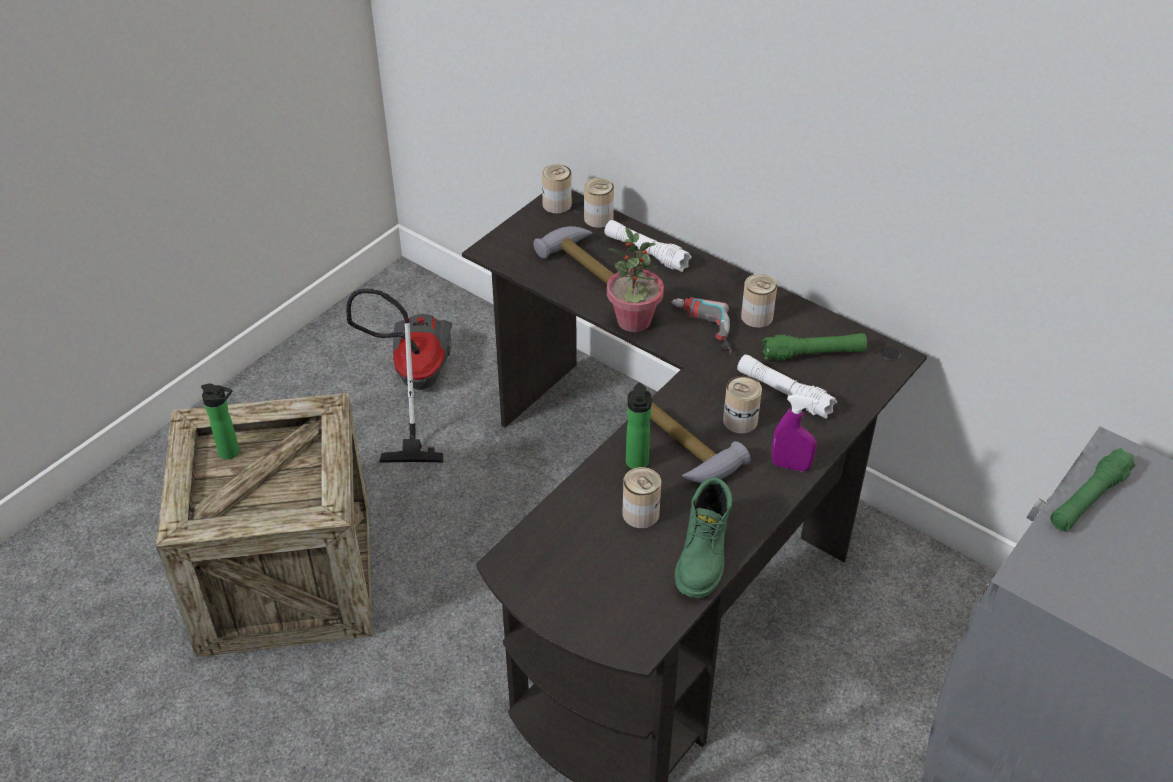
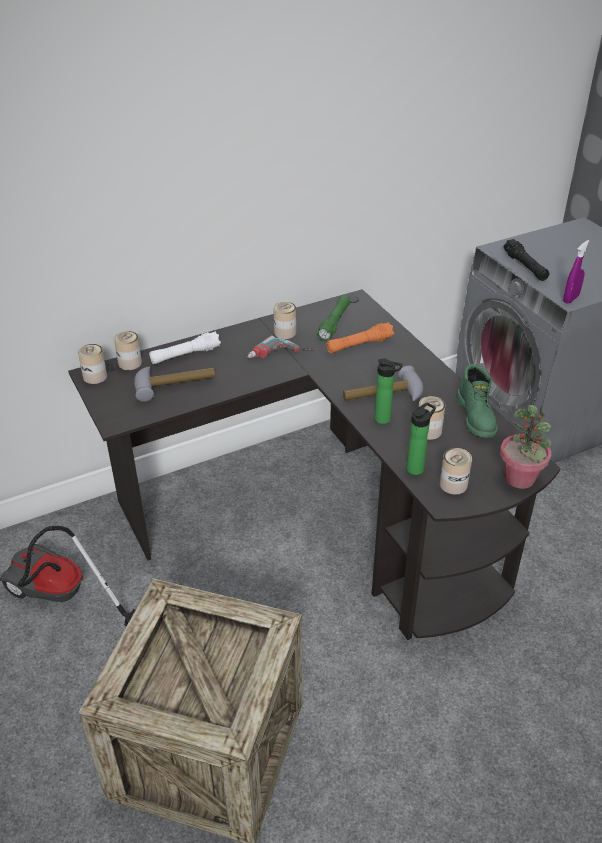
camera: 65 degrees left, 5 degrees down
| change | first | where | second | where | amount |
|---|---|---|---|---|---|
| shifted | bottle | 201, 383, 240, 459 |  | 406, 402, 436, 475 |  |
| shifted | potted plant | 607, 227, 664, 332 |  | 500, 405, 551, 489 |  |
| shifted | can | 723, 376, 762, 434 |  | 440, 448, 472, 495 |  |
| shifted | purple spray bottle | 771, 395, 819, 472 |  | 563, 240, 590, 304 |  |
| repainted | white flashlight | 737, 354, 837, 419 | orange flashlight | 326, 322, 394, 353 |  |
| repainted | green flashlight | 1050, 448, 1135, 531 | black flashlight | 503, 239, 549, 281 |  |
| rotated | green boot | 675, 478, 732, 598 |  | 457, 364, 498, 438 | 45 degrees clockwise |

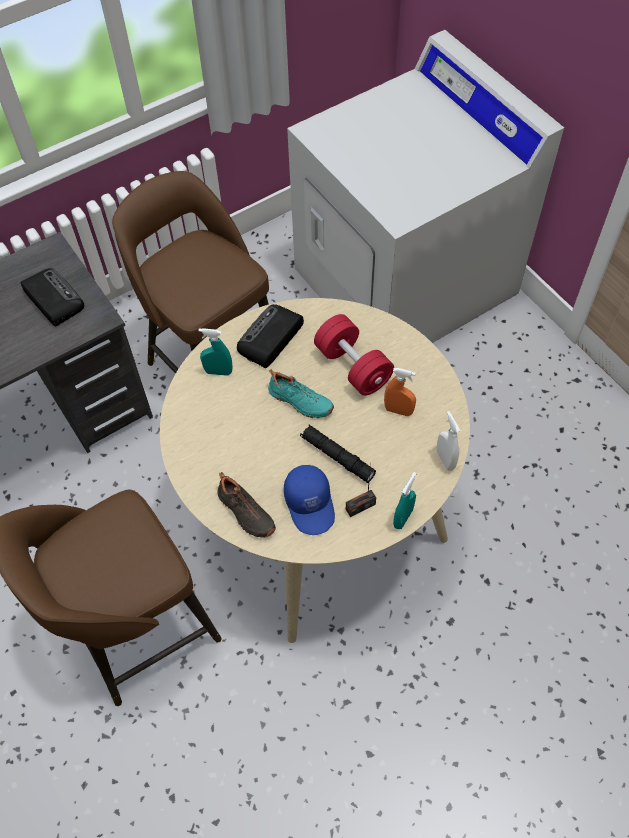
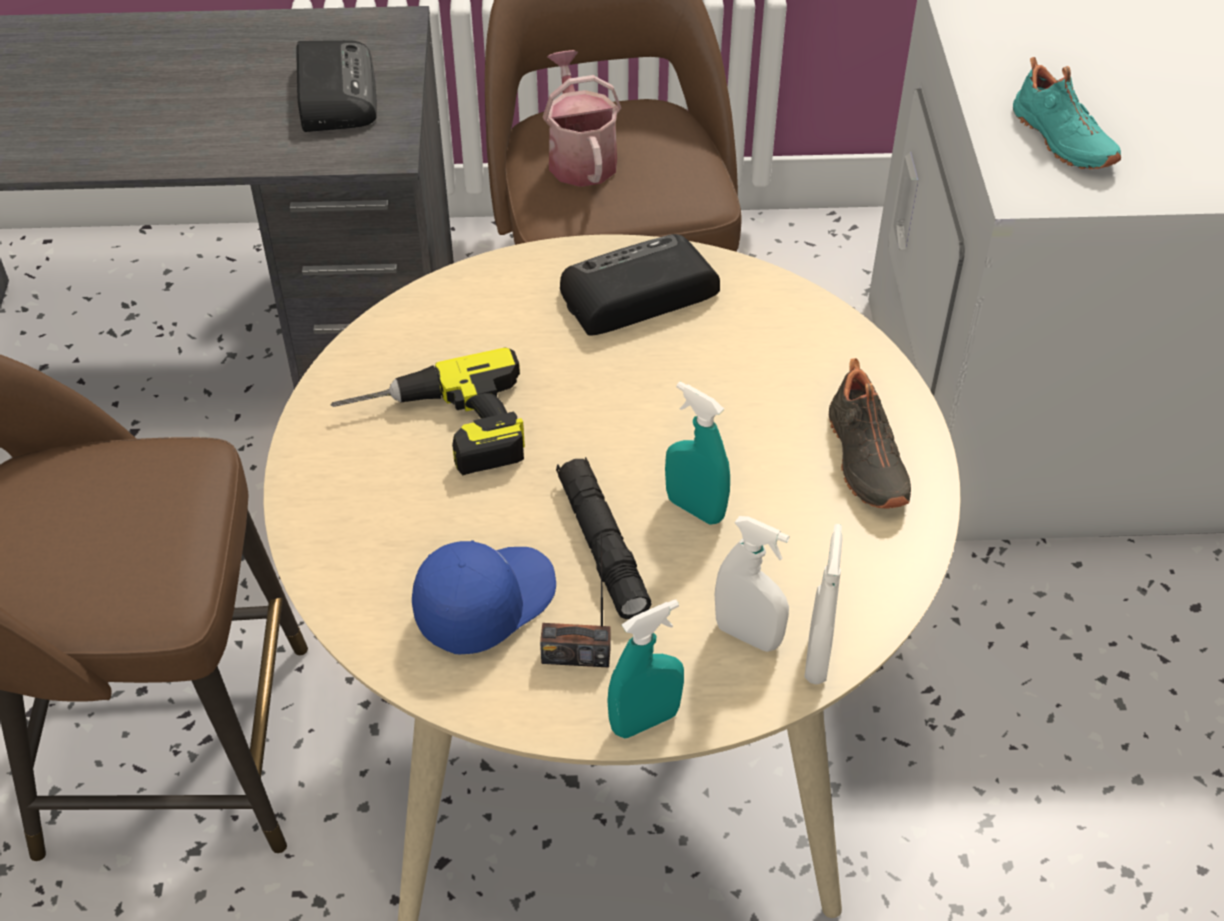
camera: 30 degrees right, 10 degrees down
| change | first | where | second | where | amount |
|---|---|---|---|---|---|
| gone | red dumbbell | 314, 314, 394, 396 |  |  |  |
| gone | orange spray bottle | 384, 368, 416, 416 |  |  |  |
| new |  |  | power drill | 331, 347, 525, 475 |  |
| new |  |  | watering can | 543, 50, 621, 187 |  |
| new |  |  | white spray bottle | 715, 516, 790, 652 |  |
| shifted | turquoise spray bottle | 198, 328, 233, 376 |  | 665, 381, 730, 525 |  |
| shifted | black shoe | 217, 472, 276, 538 |  | 829, 358, 911, 509 |  |
| shifted | turquoise shoe | 268, 369, 334, 418 |  | 1013, 57, 1121, 169 |  |
| rotated | blue cap | 284, 465, 335, 535 |  | 412, 540, 556, 654 | 150 degrees counterclockwise |

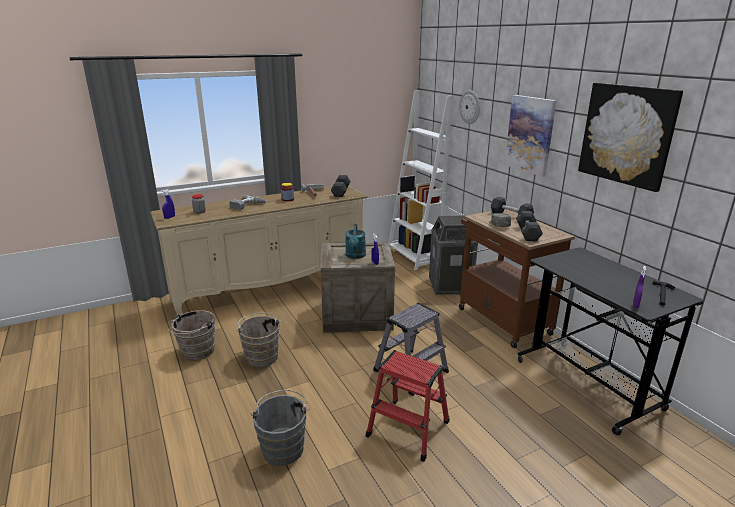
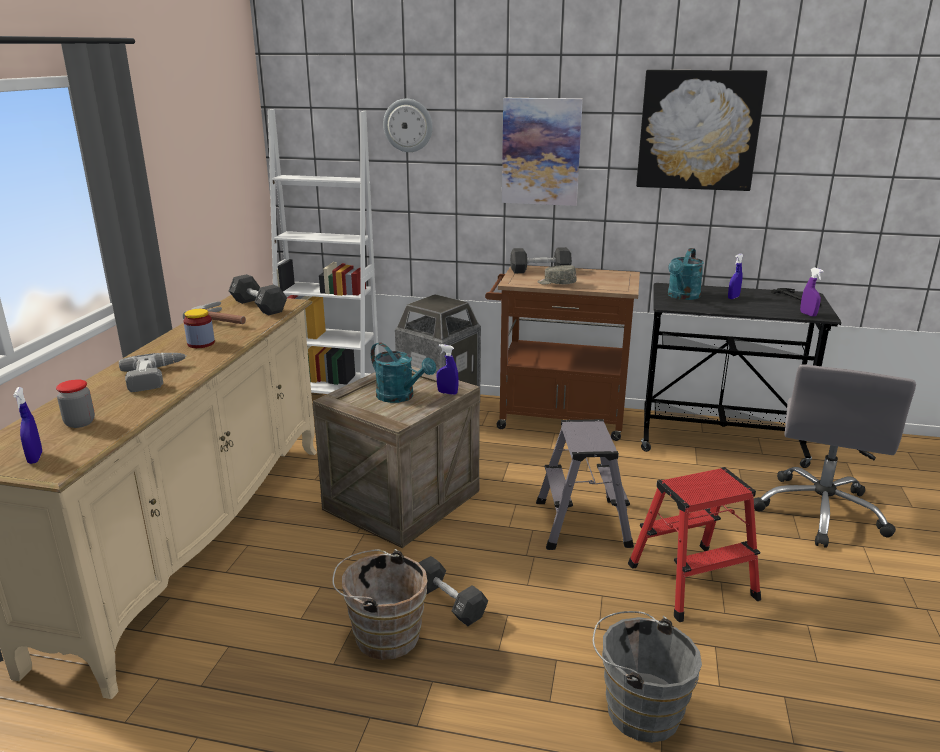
camera: 50 degrees left, 0 degrees up
| change | first | where | second | where | amount |
|---|---|---|---|---|---|
| gone | brown bucket | 167, 310, 215, 360 |  |  |  |
| new |  |  | turquoise watering can | 668, 248, 704, 300 |  |
| new |  |  | blue spray bottle | 728, 254, 744, 299 |  |
| new |  |  | grey office chair | 754, 364, 916, 548 |  |
| shifted | black dumbbell | 516, 211, 543, 241 |  | 419, 556, 488, 626 |  |

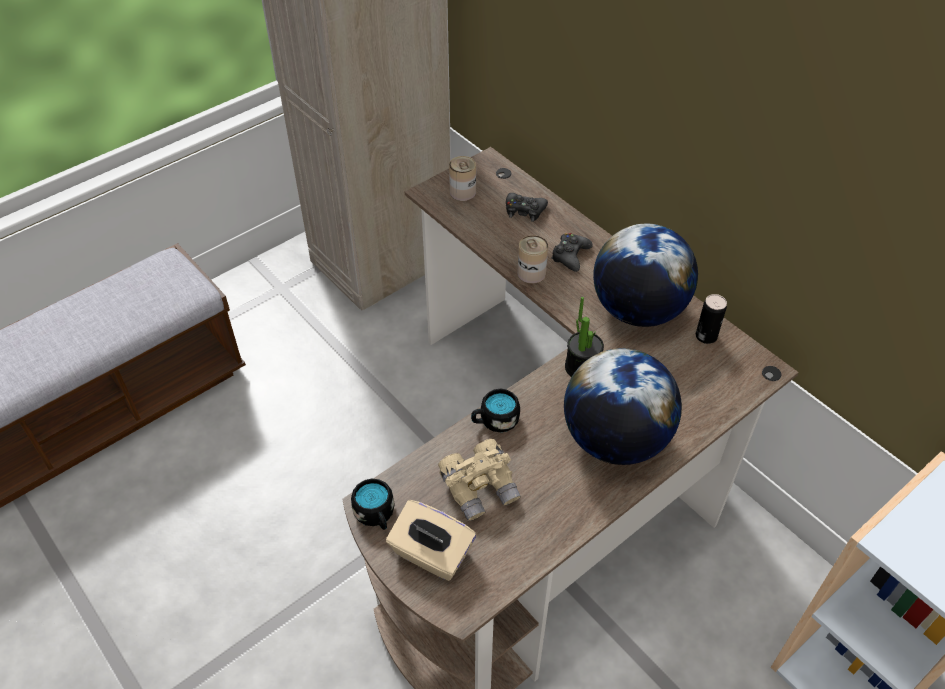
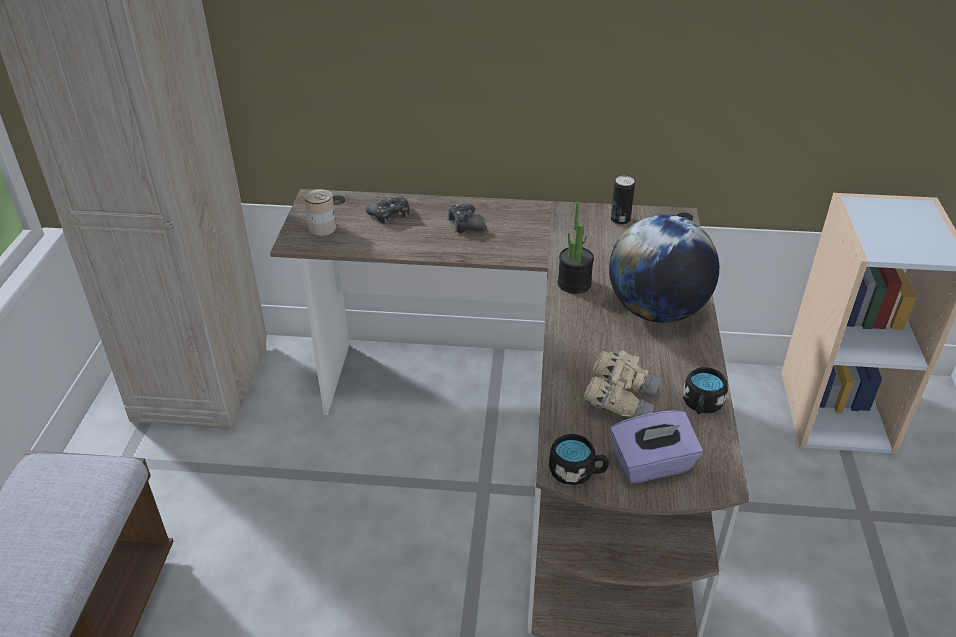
camera: 45 degrees left, 10 degrees down
| change | first | where | second | where | amount |
|---|---|---|---|---|---|
| gone | can | 517, 235, 548, 284 |  |  |  |
| gone | globe | 593, 224, 698, 327 |  |  |  |
| shifted | black mug | 471, 389, 520, 432 |  | 683, 367, 728, 414 |  |
| repainted | beige tissue box | 386, 500, 476, 581 | purple tissue box | 610, 410, 703, 483 |  |

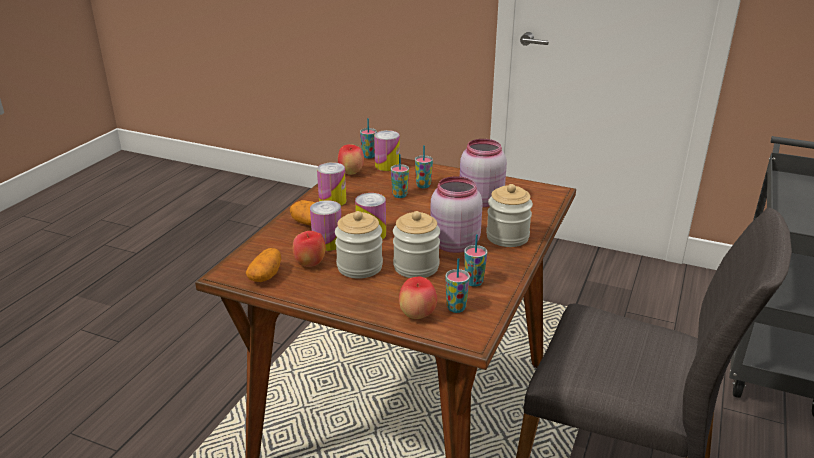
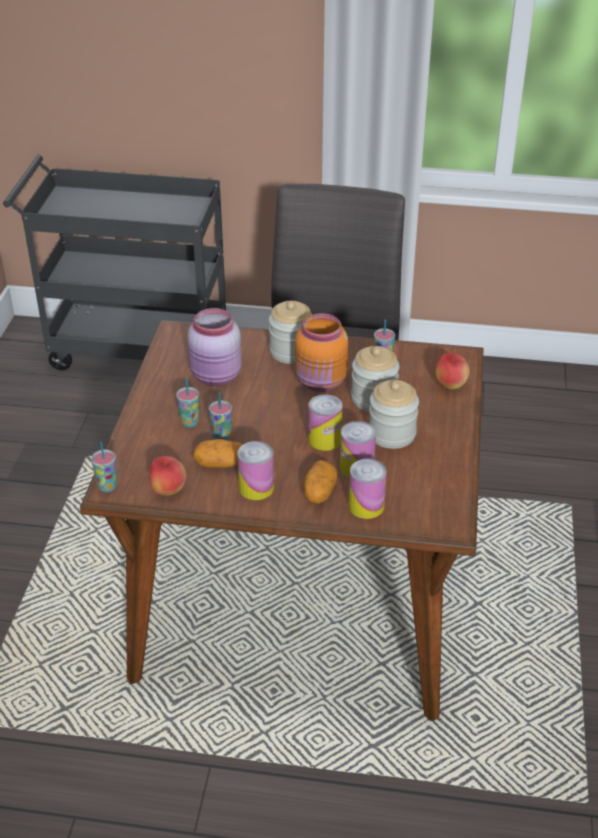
camera: 105 degrees left, 10 degrees up
| change | first | where | second | where | amount |
|---|---|---|---|---|---|
| gone | apple | 293, 231, 325, 267 |  |  |  |
| gone | cup | 445, 258, 470, 313 |  |  |  |
| shifted | potato | 246, 248, 281, 282 |  | 193, 439, 243, 468 |  |
| shifted | can | 374, 130, 400, 171 |  | 348, 459, 387, 519 |  |
| repainted | pink jar | 430, 176, 483, 253 | orange jar | 295, 313, 348, 392 |  |

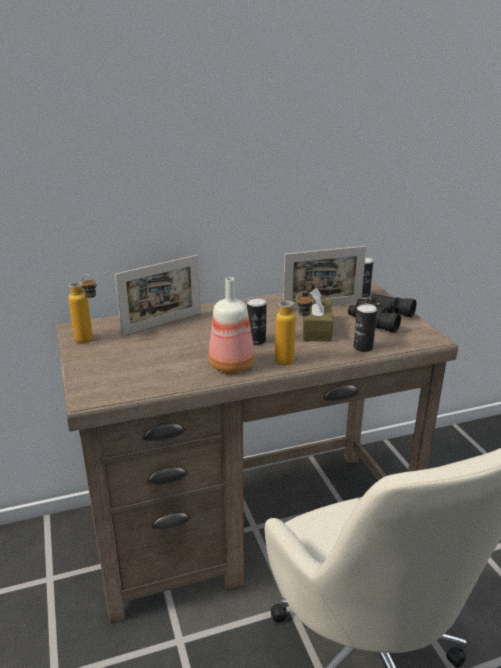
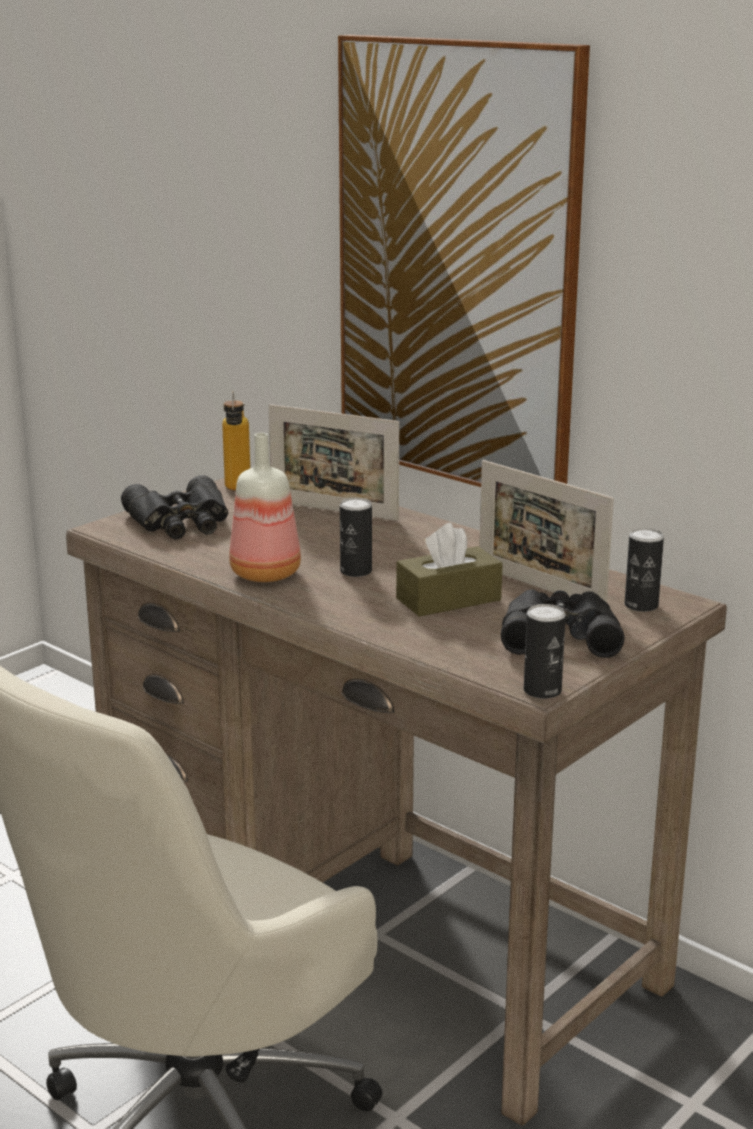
camera: 60 degrees right, 5 degrees down
| change | first | where | second | where | amount |
|---|---|---|---|---|---|
| gone | bottle | 275, 291, 314, 365 |  |  |  |
| new |  |  | black binoculars | 121, 475, 228, 539 |  |
| new |  |  | picture | 338, 35, 590, 487 |  |
| shifted | can | 353, 304, 377, 352 |  | 524, 604, 566, 699 |  |

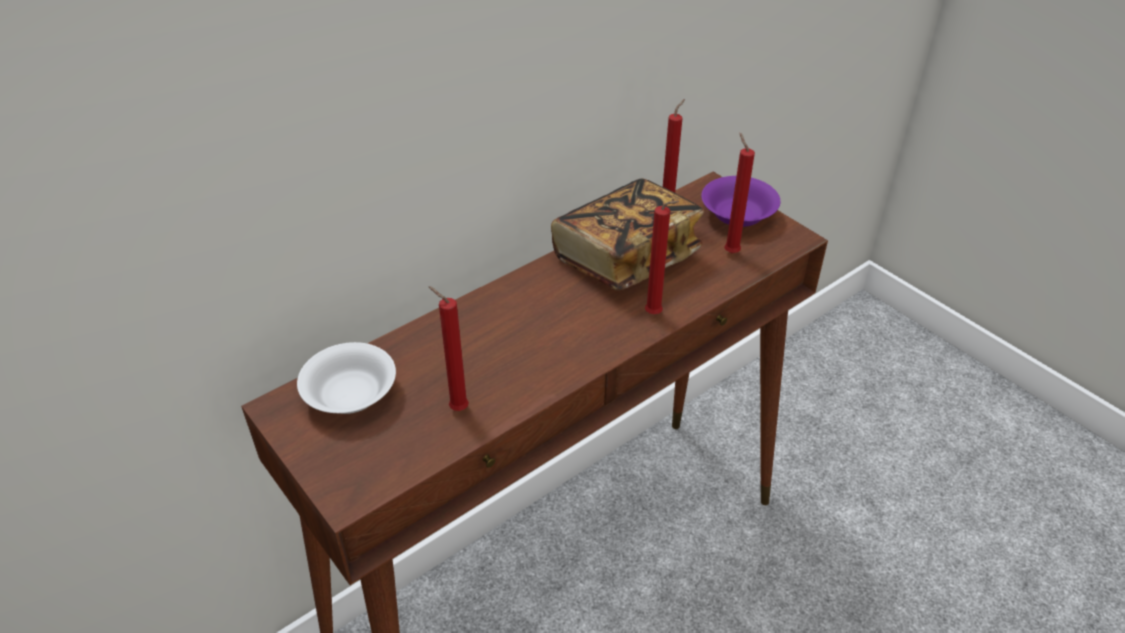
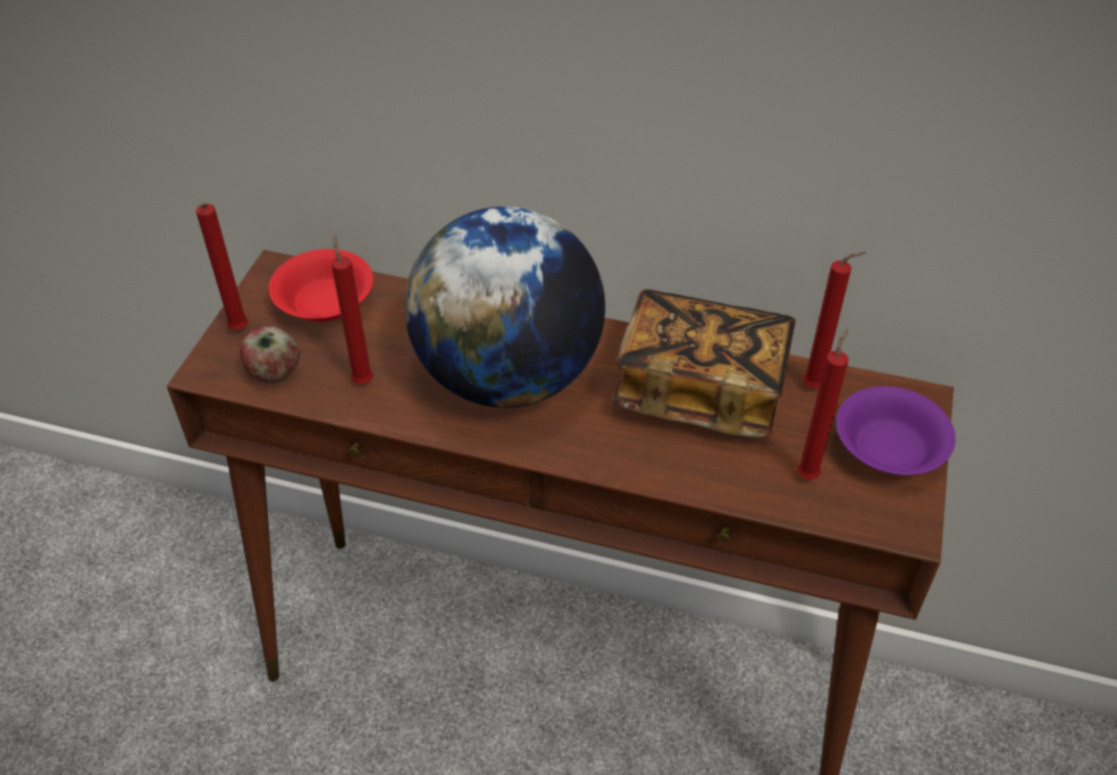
camera: 55 degrees right, 5 degrees up
| change | first | where | second | where | amount |
|---|---|---|---|---|---|
| new |  |  | apple | 240, 326, 300, 383 |  |
| new |  |  | globe | 404, 206, 605, 408 |  |
| shifted | red candle | 645, 201, 679, 314 |  | 196, 203, 248, 330 |  |
| repainted | white bowl | 297, 342, 396, 414 | red bowl | 269, 249, 373, 322 |  |

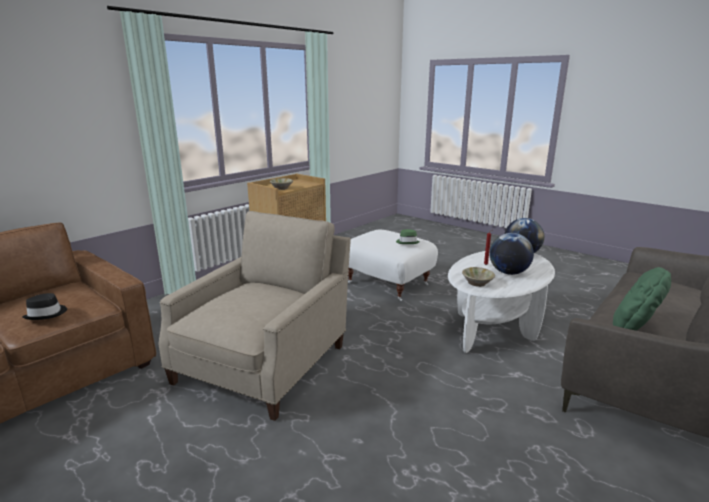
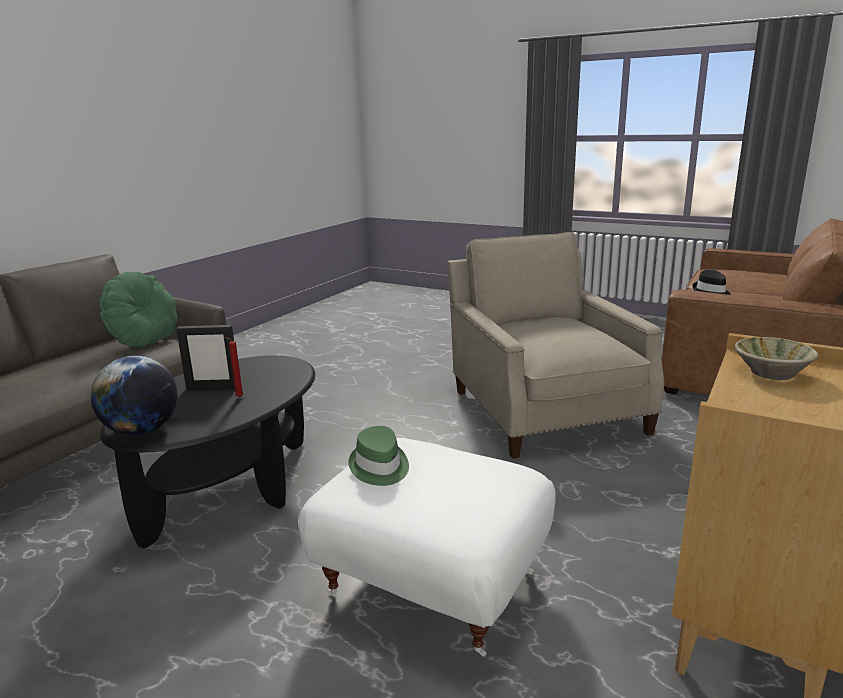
camera: 170 degrees right, 0 degrees up
| change | first | where | second | where | amount |
|---|---|---|---|---|---|
| gone | beige bowl | 462, 267, 495, 287 |  |  |  |
| swapped | globe | 489, 233, 534, 275 | picture frame | 176, 325, 235, 389 |  |
| repainted | white coffee table | 448, 250, 555, 353 | black coffee table | 100, 355, 315, 548 |  |
| rotated | beige armchair | 158, 211, 351, 421 |  | 447, 232, 664, 459 | 150 degrees clockwise |

